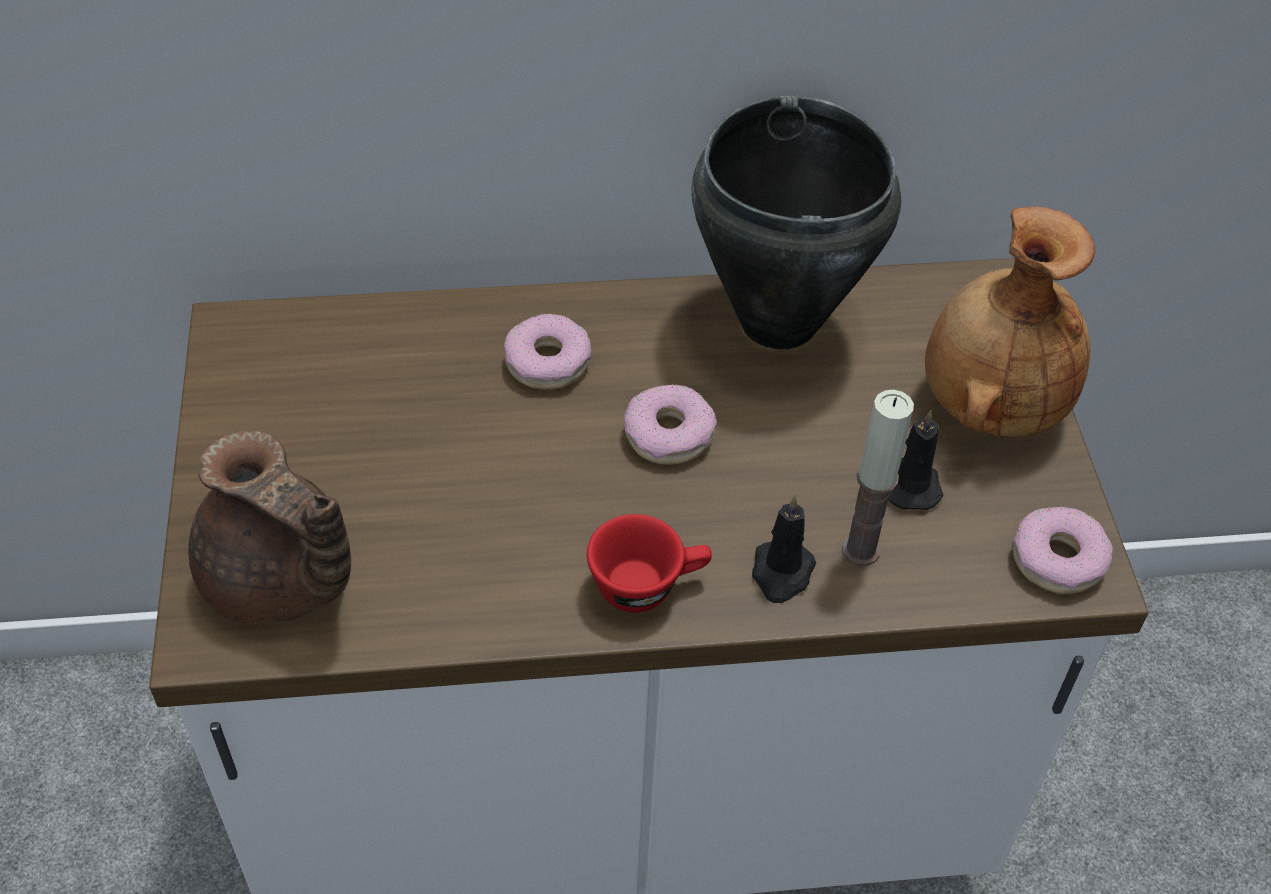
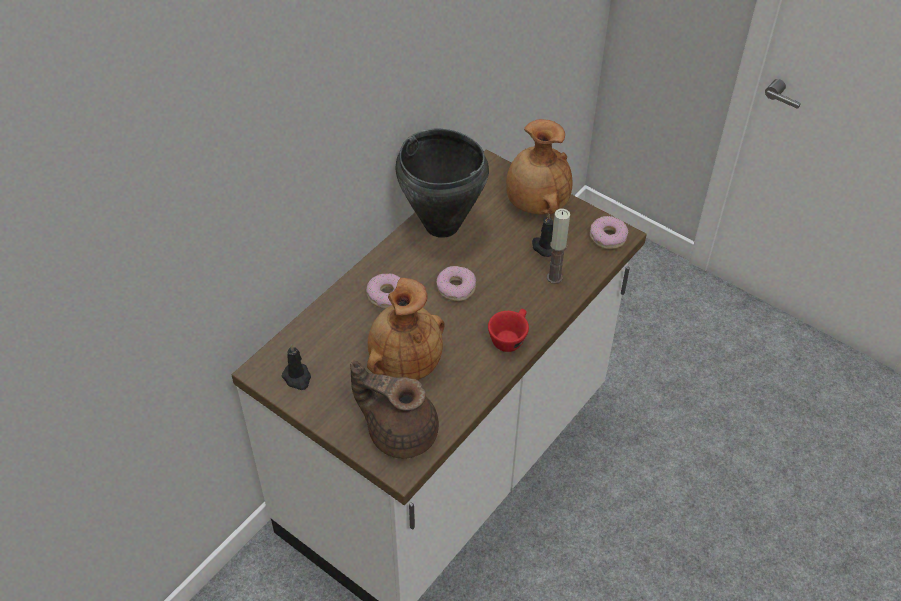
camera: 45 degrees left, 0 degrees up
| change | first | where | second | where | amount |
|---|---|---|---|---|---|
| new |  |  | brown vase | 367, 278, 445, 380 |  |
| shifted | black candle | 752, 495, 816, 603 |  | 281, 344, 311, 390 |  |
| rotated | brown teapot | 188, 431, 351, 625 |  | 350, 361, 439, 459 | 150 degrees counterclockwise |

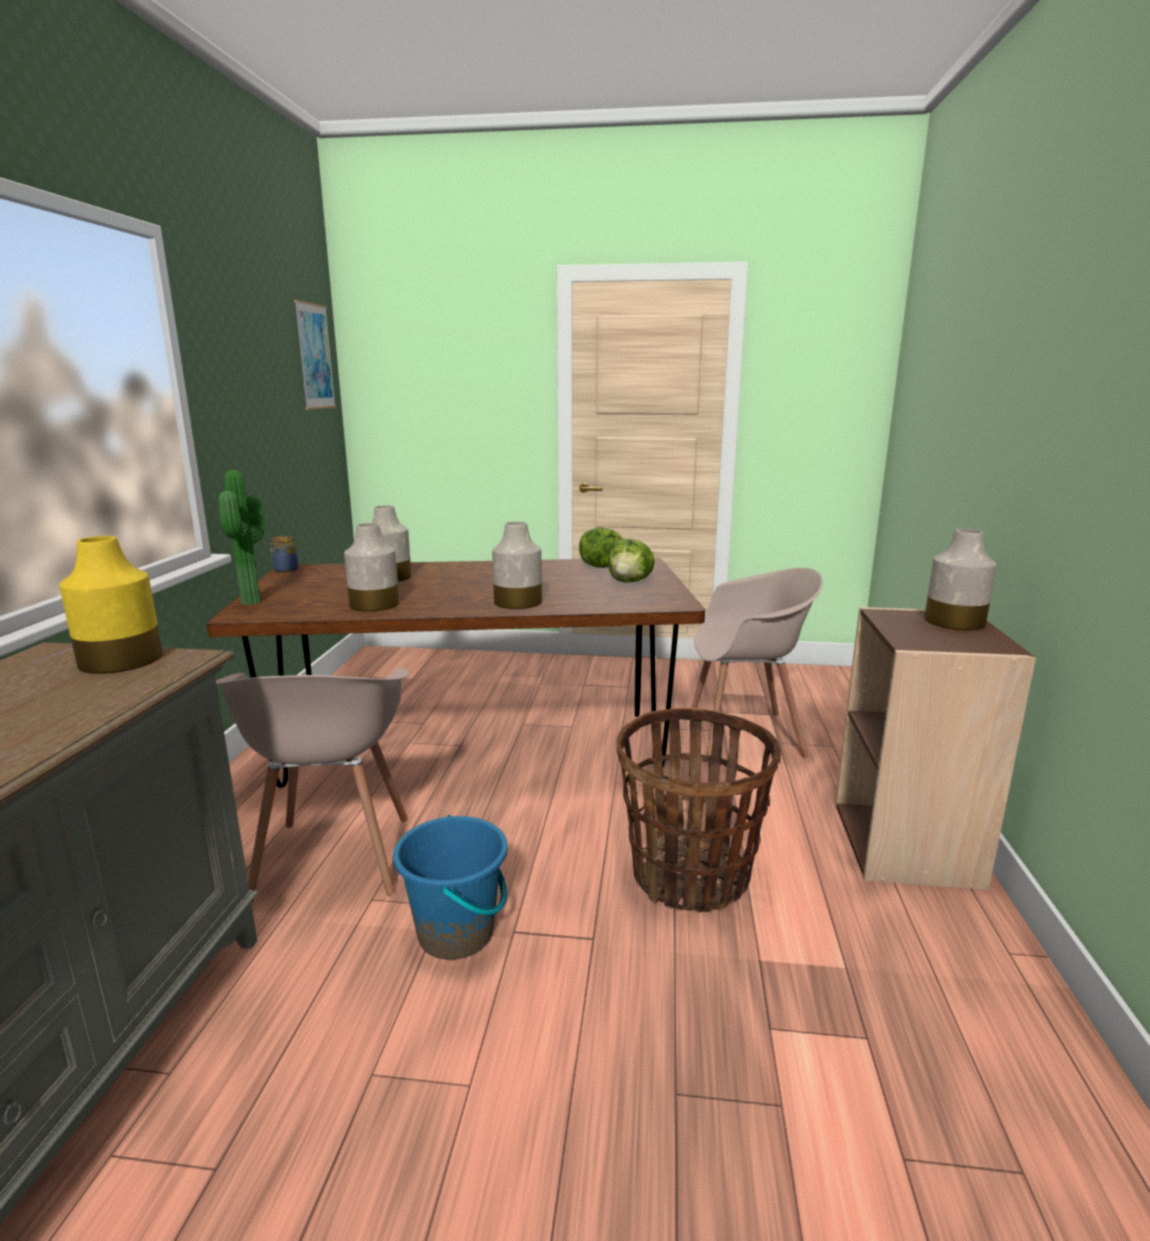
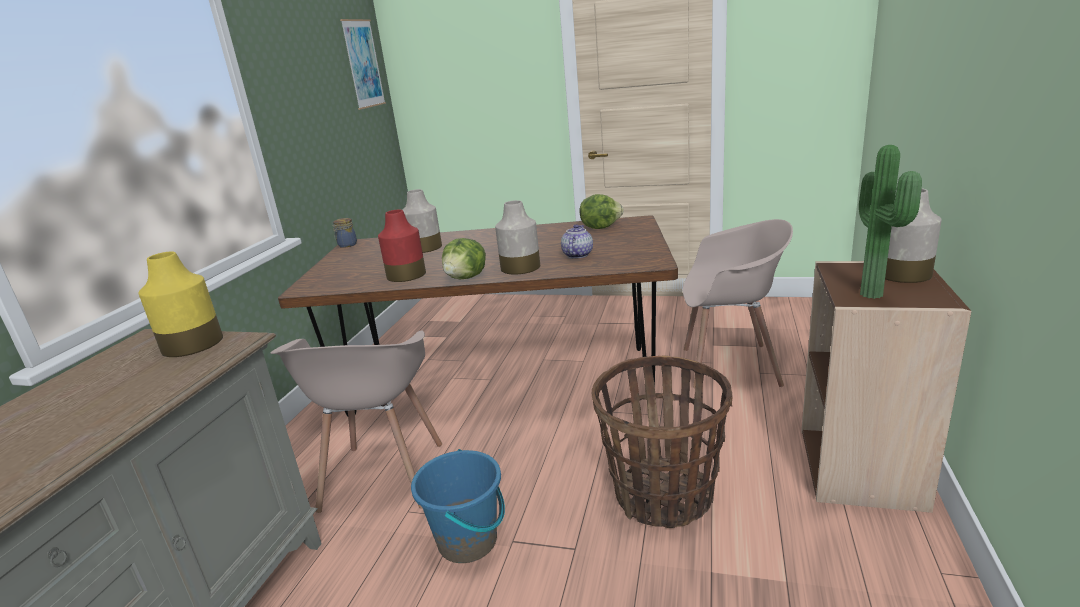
camera: 10 degrees right, 5 degrees up
| change | first | where | second | where | amount |
|---|---|---|---|---|---|
| new |  |  | teapot | 561, 224, 593, 259 |  |
| shifted | potted plant | 218, 470, 265, 605 |  | 859, 145, 922, 299 |  |
| shifted | lettuce | 608, 539, 655, 582 |  | 442, 238, 486, 279 |  |
| repainted | beige vase | 344, 523, 399, 612 | red vase | 378, 209, 426, 282 |  |

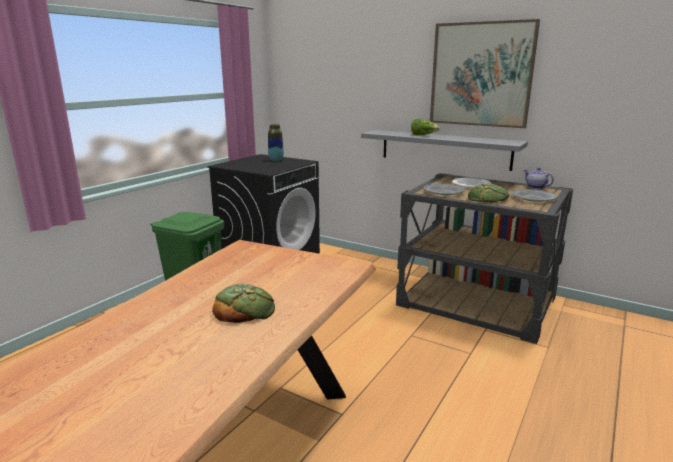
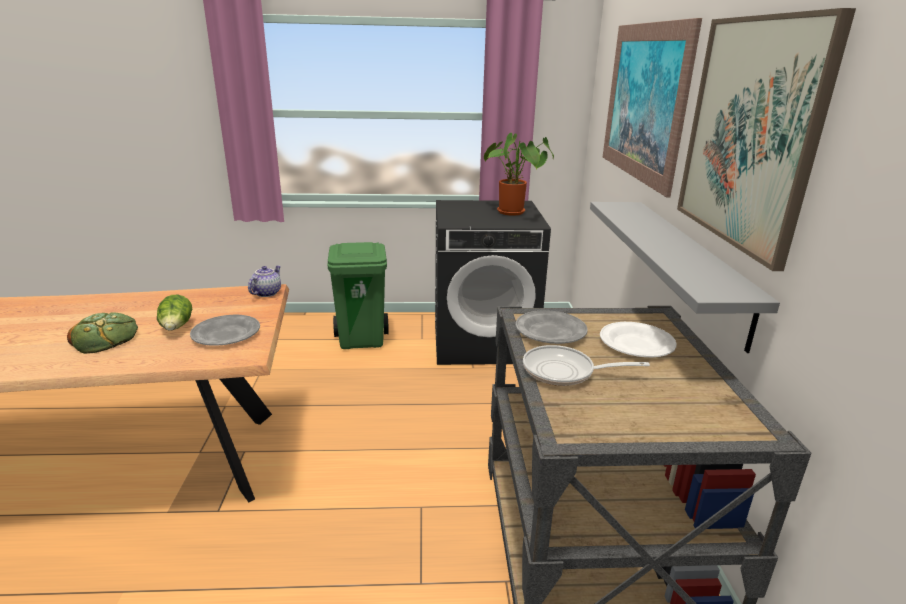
camera: 55 degrees right, 5 degrees up
| change | first | where | second | where | amount |
|---|---|---|---|---|---|
| new |  |  | picture | 603, 18, 702, 198 |  |
| shifted | lettuce | 411, 119, 440, 135 |  | 157, 295, 192, 331 |  |
| shifted | grey plate | 512, 189, 557, 202 |  | 190, 315, 260, 346 |  |
| shifted | teapot | 524, 168, 554, 189 |  | 248, 266, 281, 297 |  |
| swapped | vase | 268, 124, 284, 161 | potted plant | 484, 133, 554, 216 |  |
| swapped | bread | 468, 184, 510, 203 | frying pan | 523, 345, 650, 386 |  |

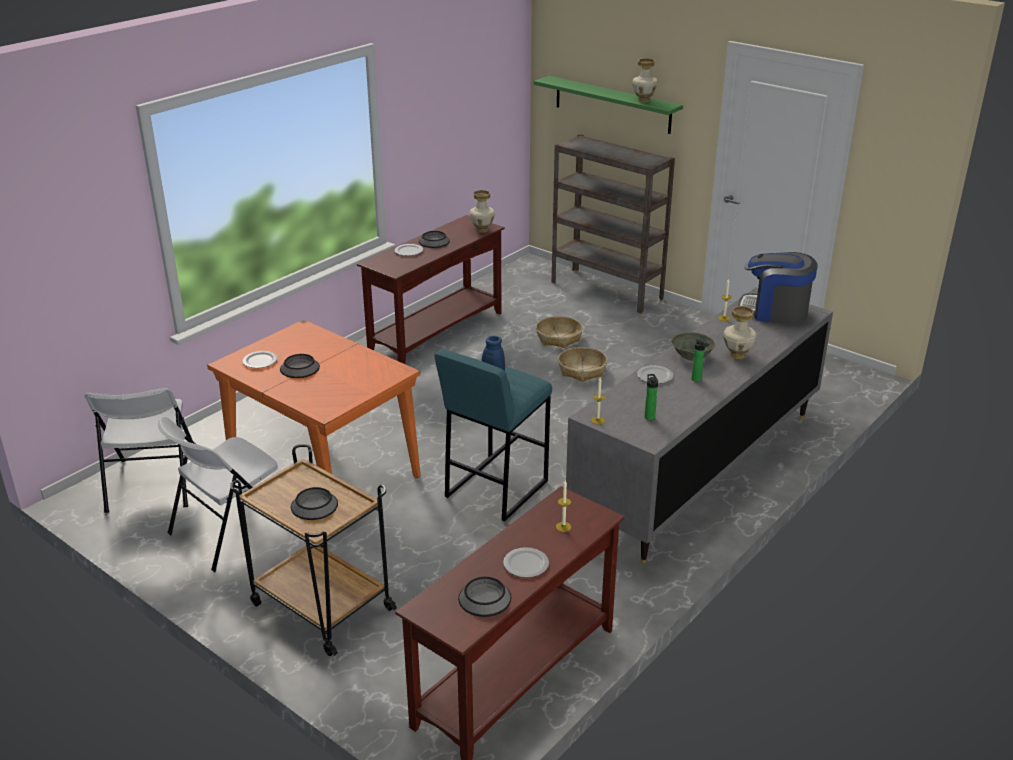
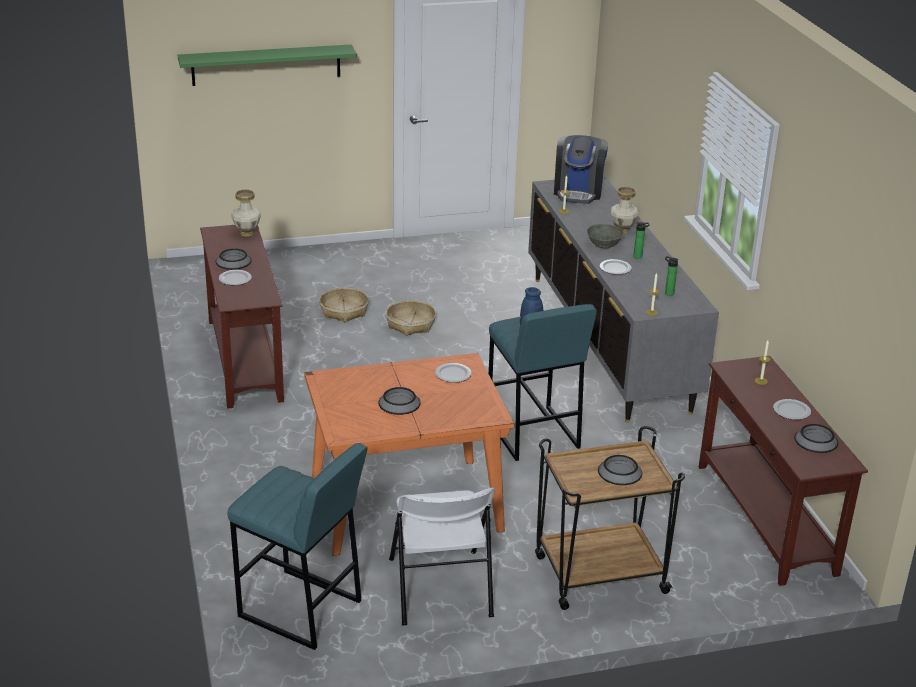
camera: 55 degrees left, 0 degrees up
| change | first | where | second | where | amount |
|---|---|---|---|---|---|
| gone | grey bookcase | 552, 134, 675, 314 |  |  |  |
| gone | vase | 632, 58, 658, 102 |  |  |  |
| shifted | plate | 242, 351, 278, 368 |  | 435, 363, 471, 383 |  |
| swapped | white chair | 85, 388, 192, 513 | turquoise stool | 228, 443, 368, 650 |  |
| rotated | coffee machine | 738, 252, 817, 324 |  | 554, 135, 608, 204 | 45 degrees counterclockwise |

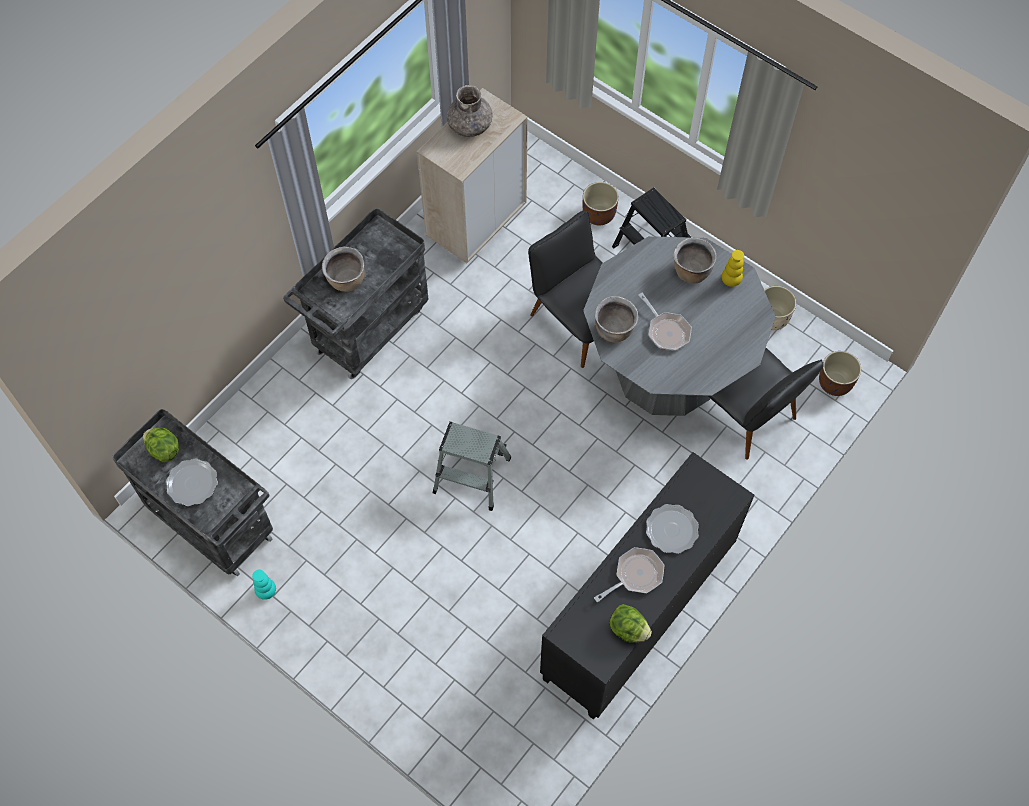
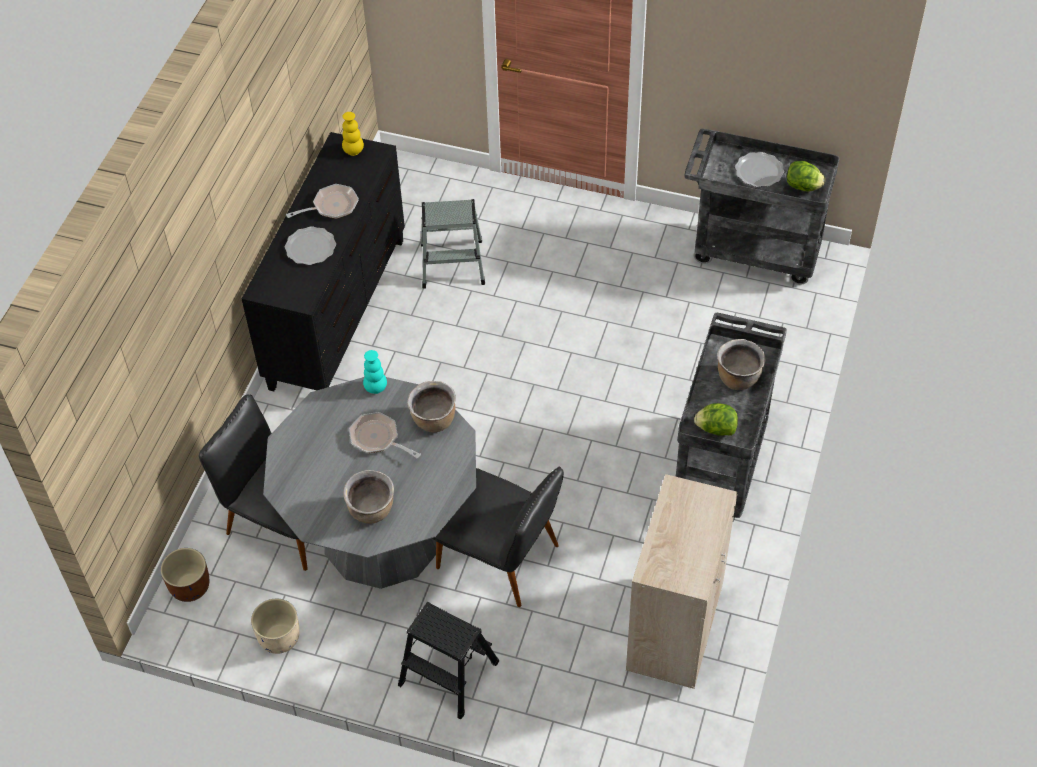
camera: 160 degrees right, 10 degrees down
| change | first | where | second | where | amount |
|---|---|---|---|---|---|
| gone | grey vase | 447, 85, 493, 137 |  |  |  |
| gone | brown planter | 583, 182, 619, 225 |  |  |  |
| shifted | turquoise vase | 252, 570, 276, 600 |  | 363, 350, 387, 394 |  |
| shifted | grey step ladder | 433, 421, 511, 511 |  | 421, 199, 485, 289 |  |
| shifted | lettuce | 609, 604, 652, 643 |  | 694, 403, 738, 436 |  |
| shifted | yellow vase | 722, 250, 744, 287 |  | 342, 112, 364, 156 |  |
| rotated | frying pan | 594, 547, 664, 602 |  | 286, 184, 359, 219 | 150 degrees counterclockwise |

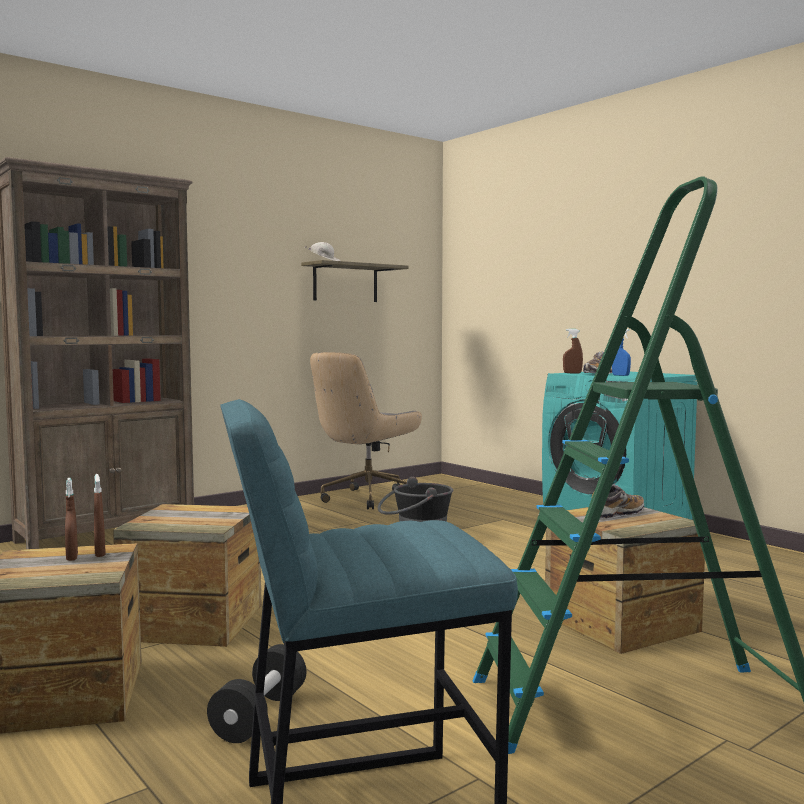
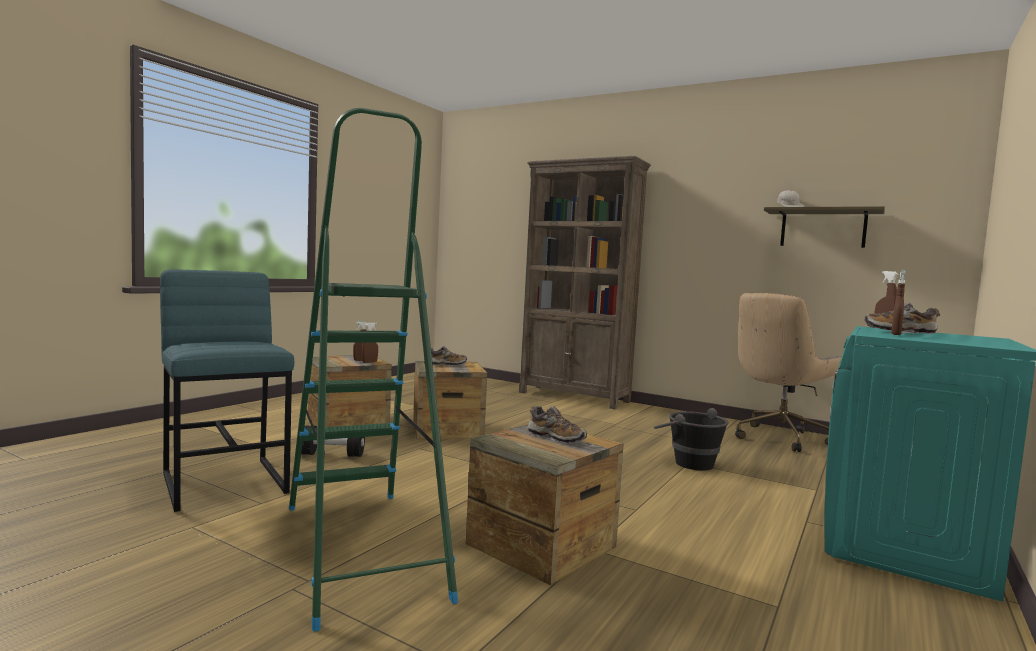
camera: 70 degrees right, 0 degrees up
| change | first | where | second | where | amount |
|---|---|---|---|---|---|
| new |  |  | shoe | 431, 346, 467, 366 |  |
| repainted | blue spray bottle | 612, 329, 631, 376 | brown spray bottle | 891, 270, 906, 335 |  |
| rotated | grey office chair | 310, 352, 422, 509 |  | 735, 293, 842, 452 | 60 degrees counterclockwise |

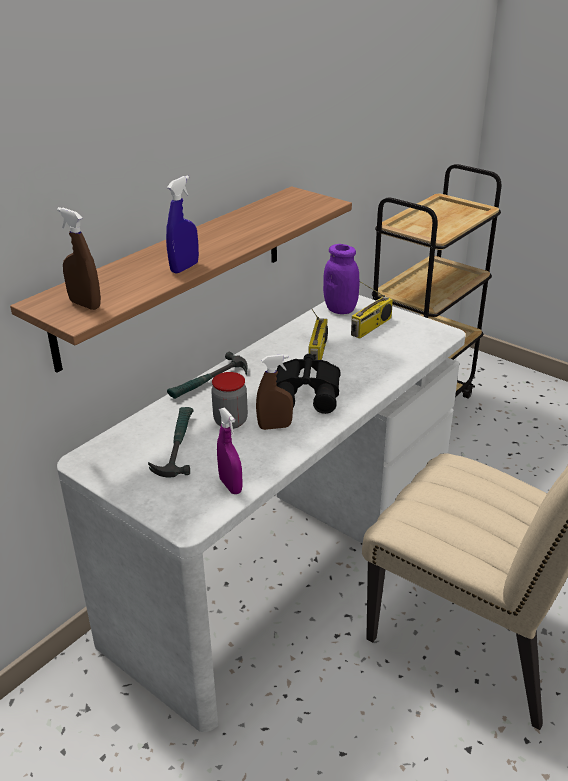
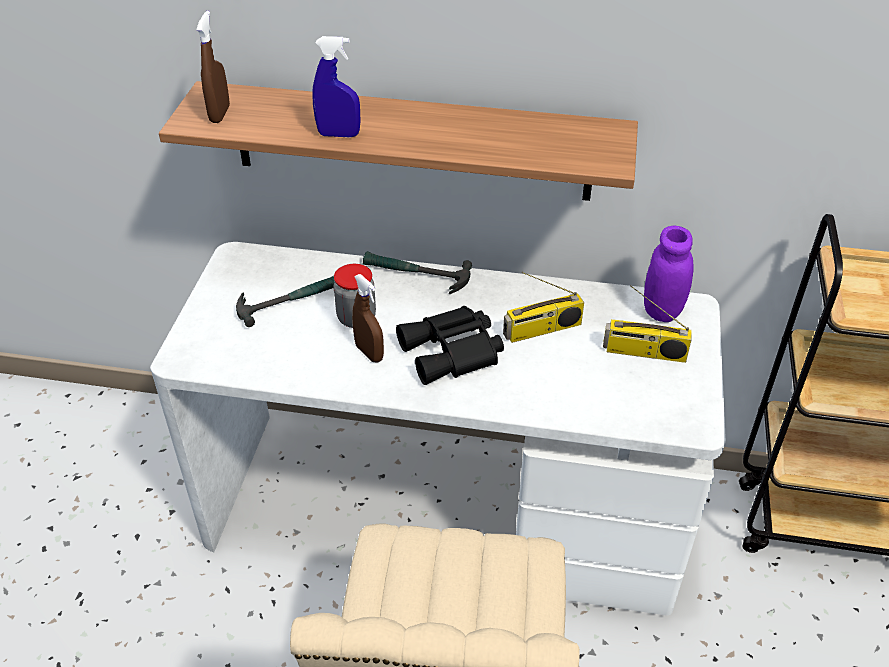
camera: 60 degrees right, 10 degrees up
| change | first | where | second | where | amount |
|---|---|---|---|---|---|
| gone | purple spray bottle | 217, 407, 243, 494 |  |  |  |

